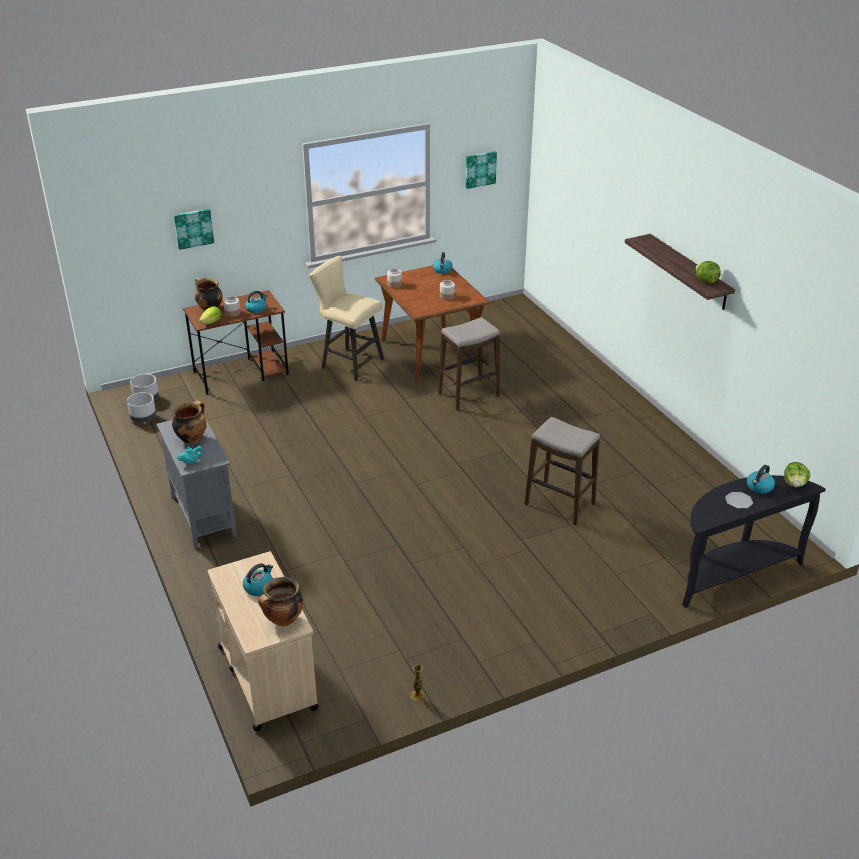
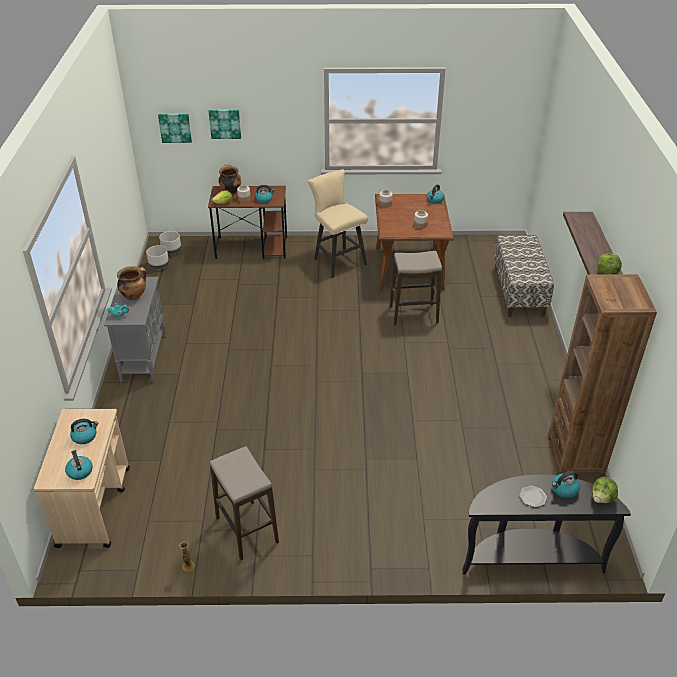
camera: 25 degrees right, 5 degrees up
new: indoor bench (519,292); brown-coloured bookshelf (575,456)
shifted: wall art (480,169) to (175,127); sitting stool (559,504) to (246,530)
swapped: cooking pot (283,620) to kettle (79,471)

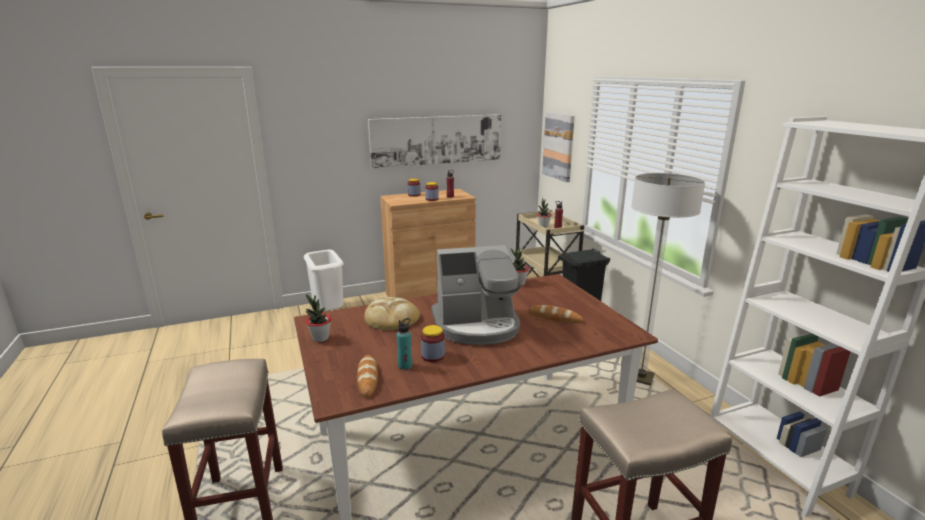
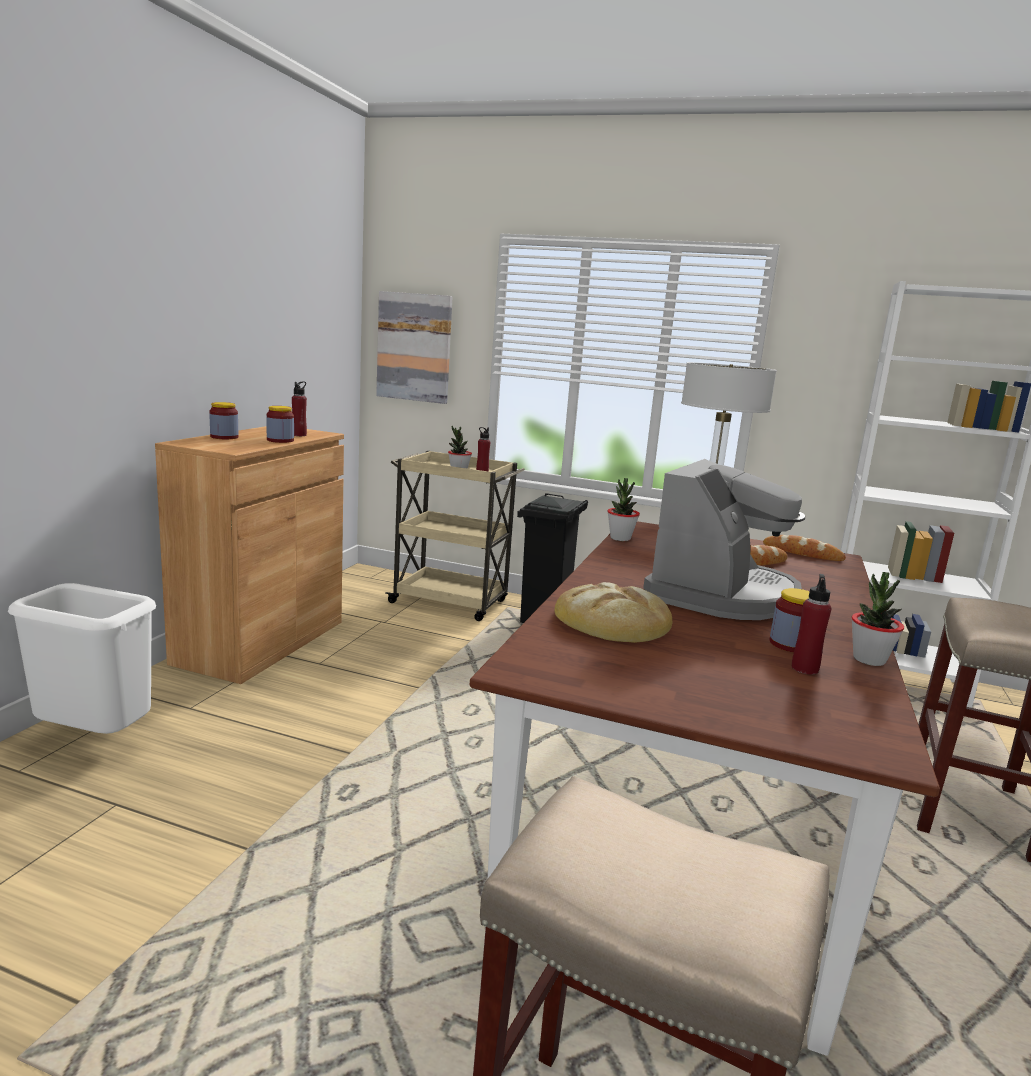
camera: 50 degrees left, 5 degrees down
gone: wall art (437,140)
shifted: baked bread (367,378) to (802,553); houseplant (320,338) to (869,660)
repainted: turquoise-coloured beverage bottle (405,365) to reddish beverage bottle (805,668)

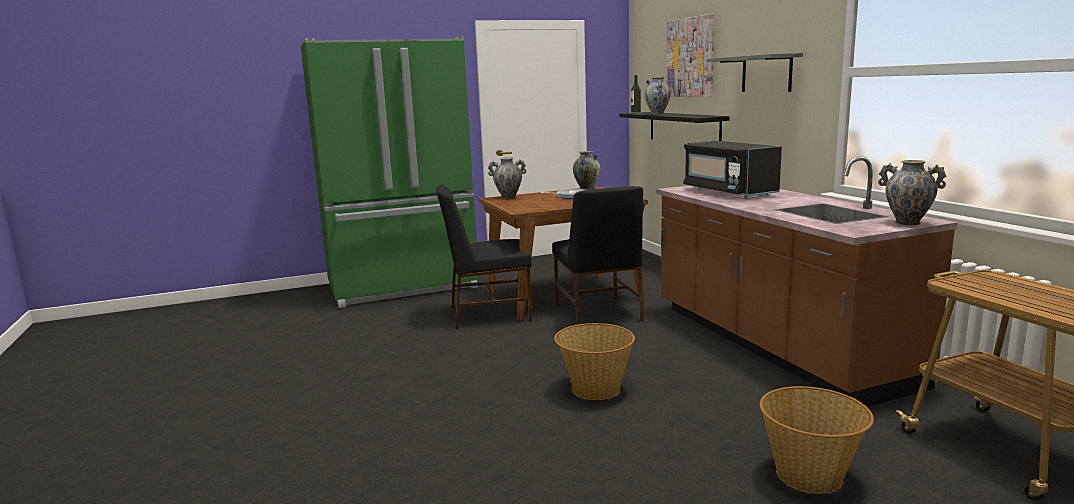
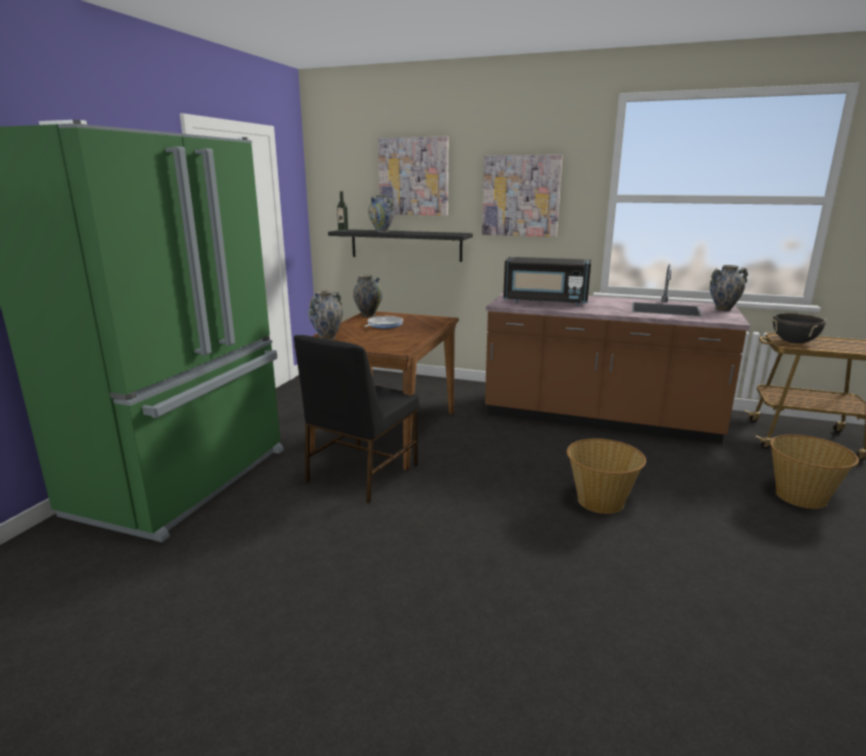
camera: 50 degrees left, 5 degrees up
gone: black-coloured plain chair (597,313)
new: black-coloured cooking pot (793,342)
swapped: gray bracket shelf (766,73) to wall art (521,196)

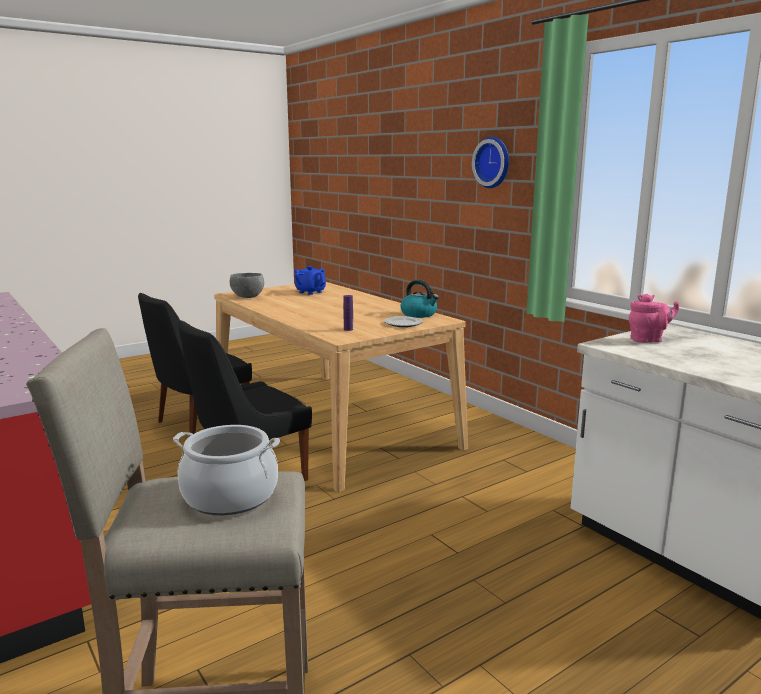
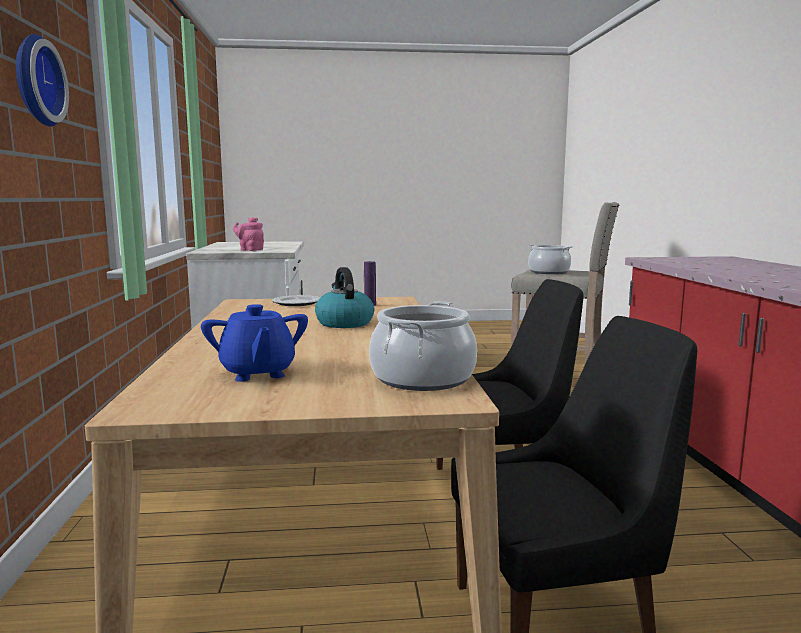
camera: 150 degrees left, 5 degrees down
shifted: kettle (419,314) to (344,323)
swapped: gray serving bowl (248,297) to cooking pot (422,378)

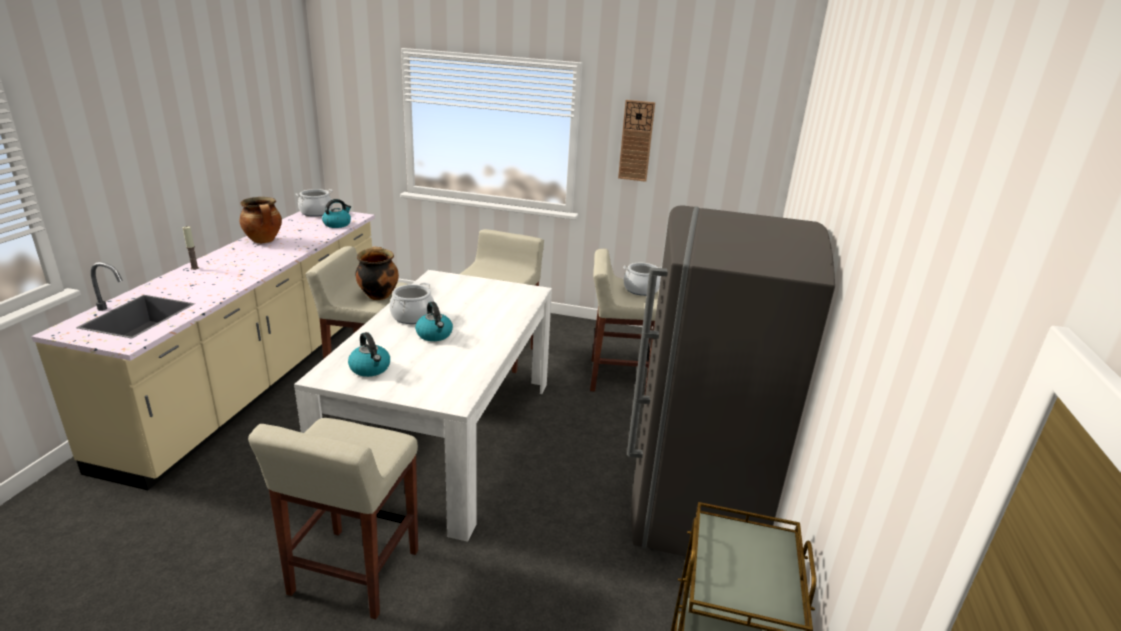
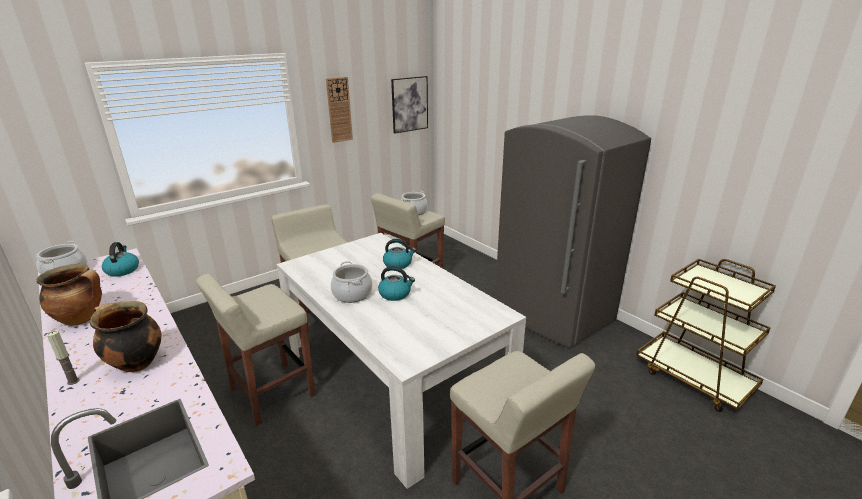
camera: 50 degrees left, 0 degrees up
new: wall art (409,104)
shifted: cooking pot (378,295) to (135,363); kettle (370,369) to (398,264)

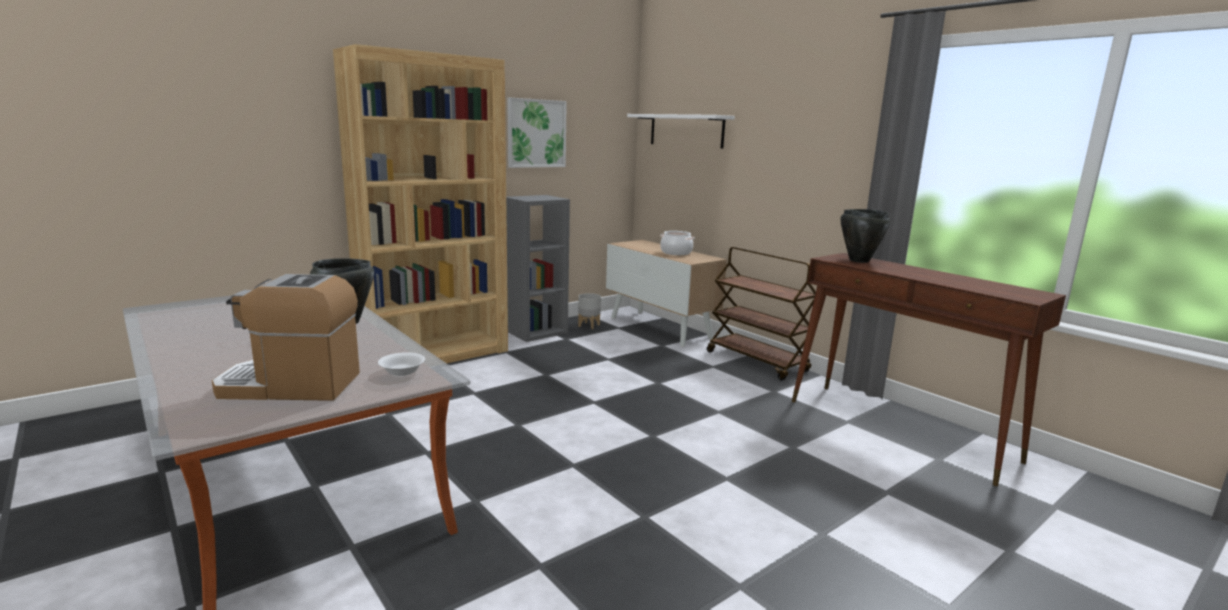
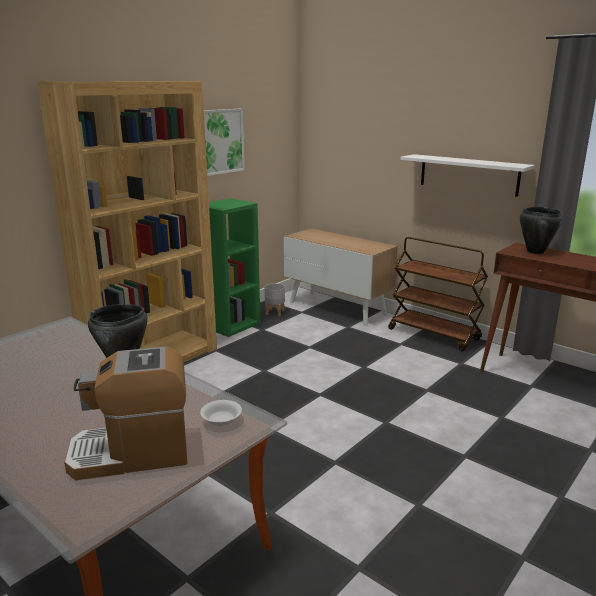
camera: 10 degrees left, 5 degrees up
gone: cooking pot (676,253)
shifted: whitish bracket shelf (686,130) to (468,174)
repainted: gray bookshelf (536,331) to green-coloured bookshelf (231,324)

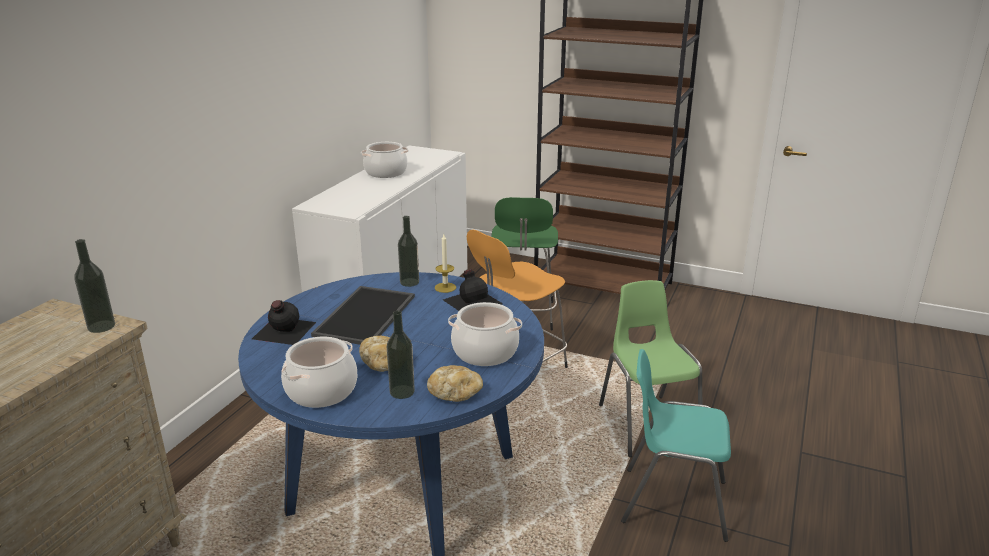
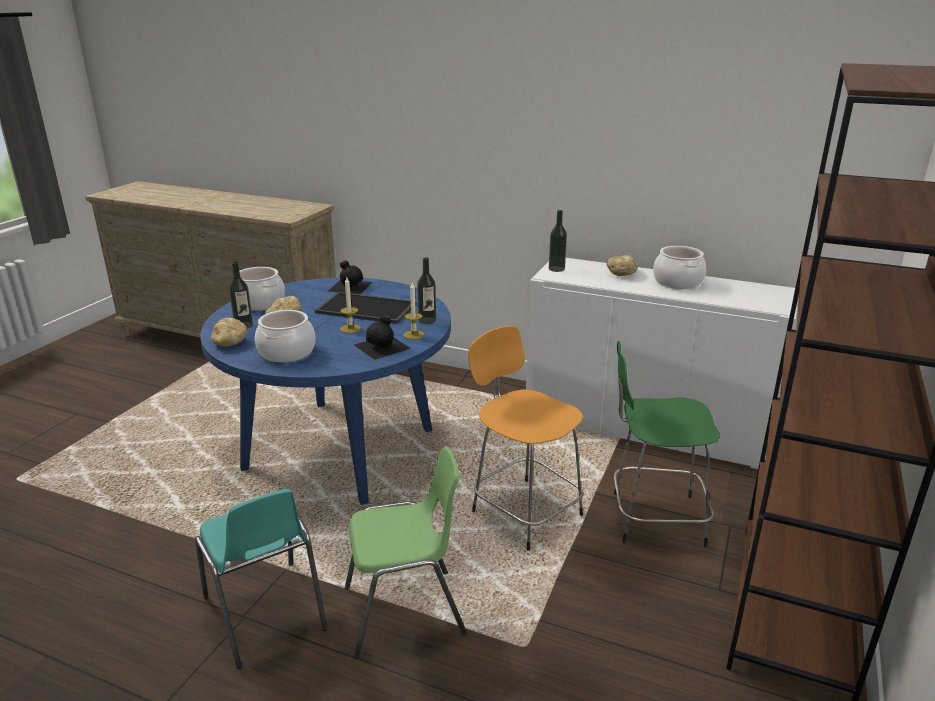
camera: 90 degrees right, 0 degrees up
new: candle (350,328); baked bread (621,273)
shifted: beverage bottle (101,326) to (556,269)
rotated: turquoise-coloured plain chair (673,502) = (265,614) 135 degrees clockwise

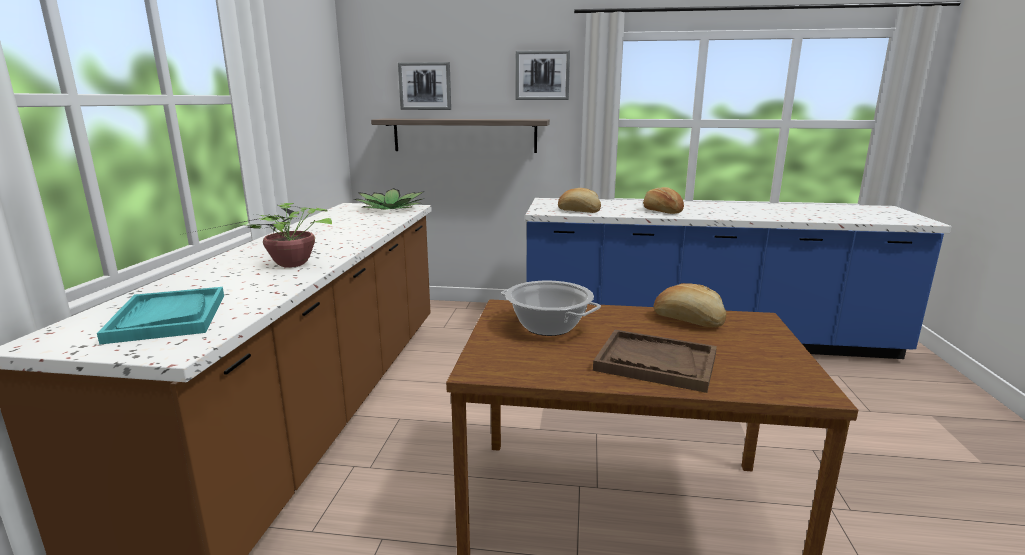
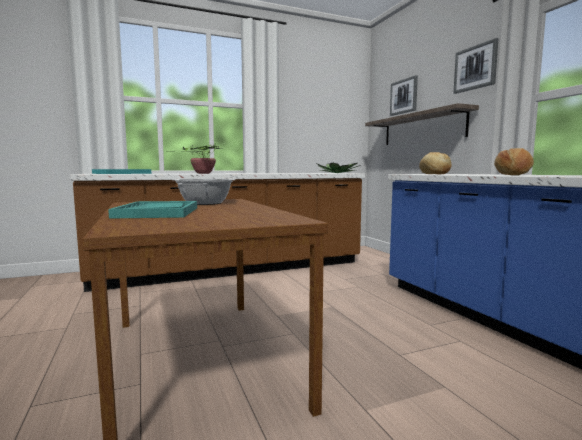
camera: 60 degrees right, 10 degrees down
gone: baked bread (688,321)
repainted: brown-coloured tray (655,363) to turquoise-coloured tray (158,212)

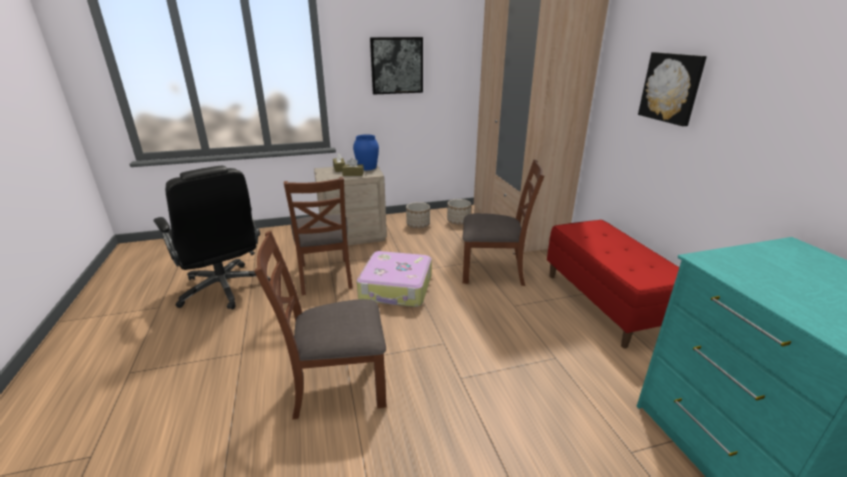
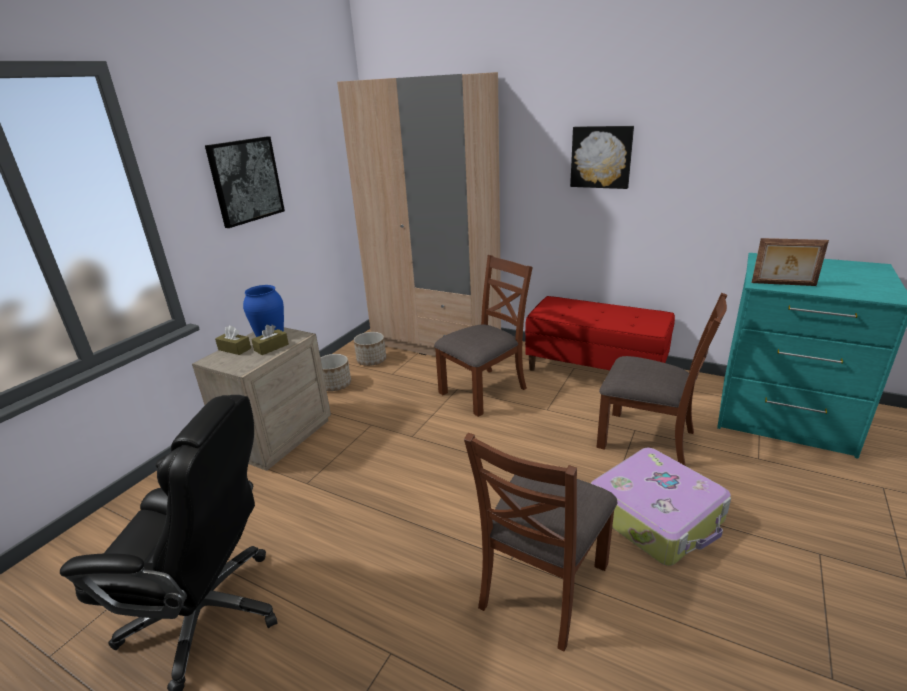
camera: 45 degrees left, 0 degrees up
new: picture frame (783,284)
shifted: piece of luggage (396,288) to (656,516); brown-coloured plain chair (325,276) to (647,438)

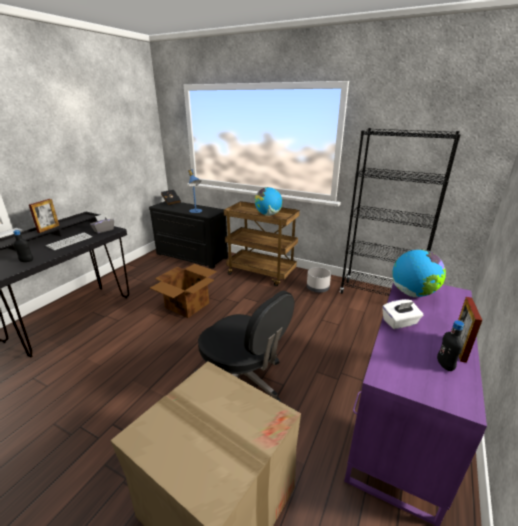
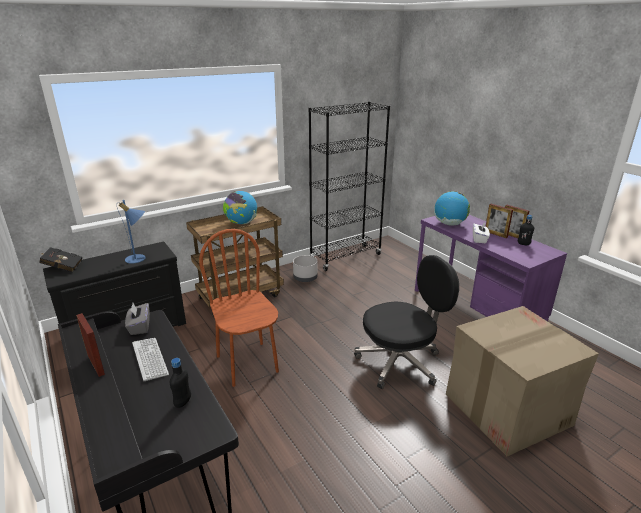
camera: 60 degrees left, 0 degrees up
new: picture frame (496,234)
swapped: packing box (188,305) to brown-coloured plain chair (247,363)

